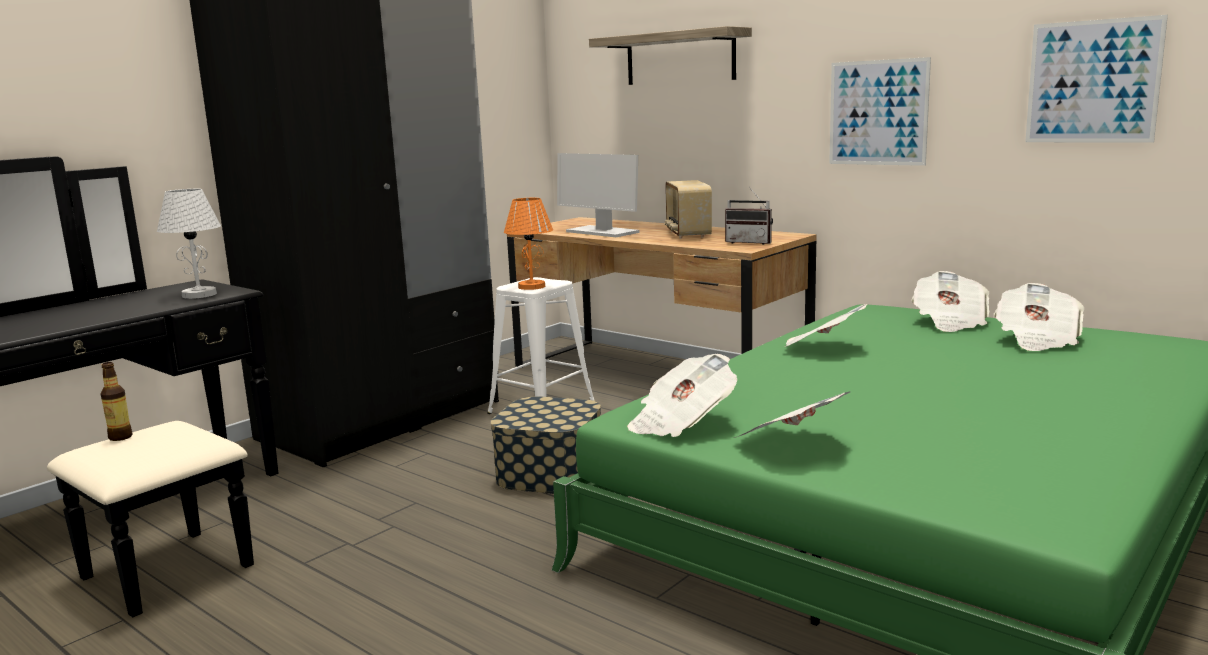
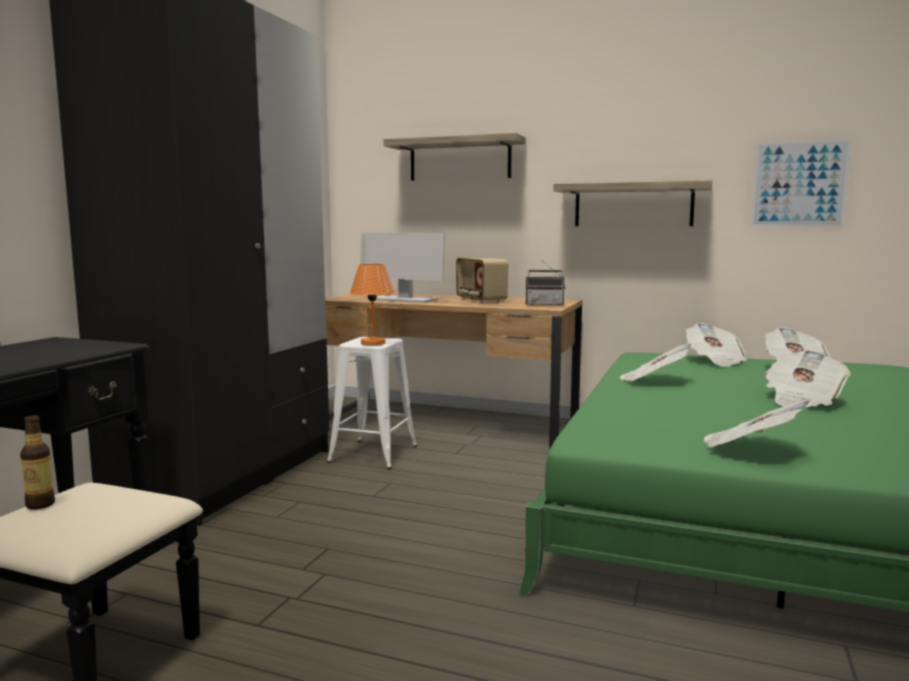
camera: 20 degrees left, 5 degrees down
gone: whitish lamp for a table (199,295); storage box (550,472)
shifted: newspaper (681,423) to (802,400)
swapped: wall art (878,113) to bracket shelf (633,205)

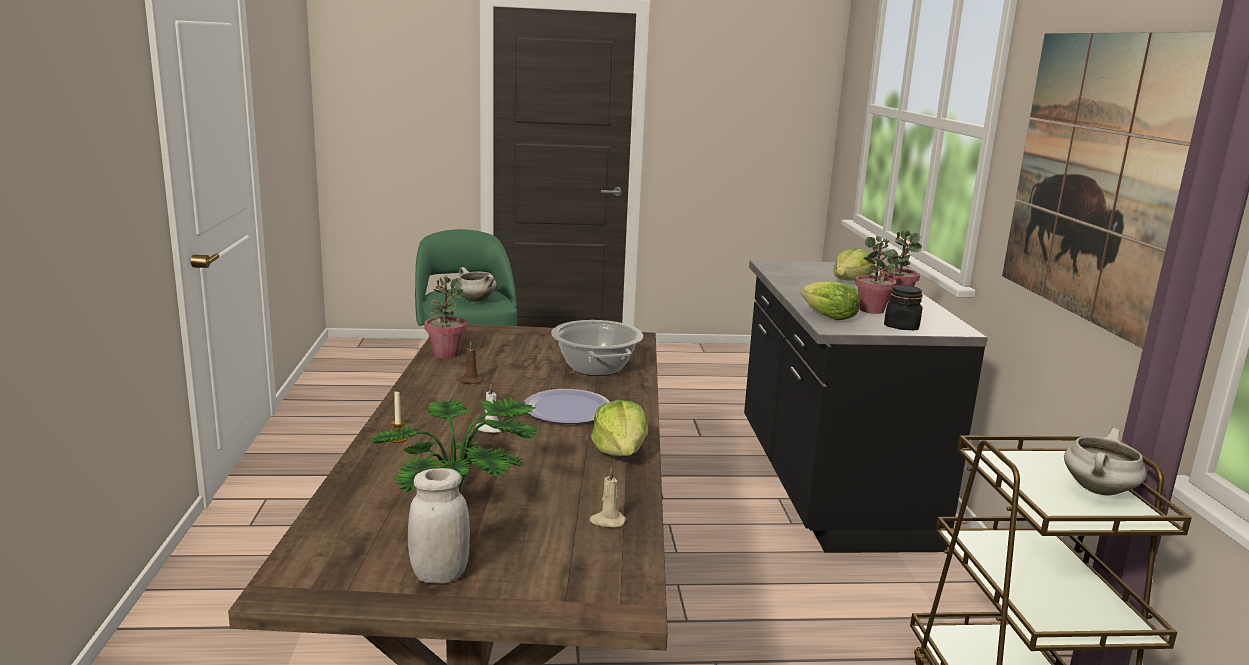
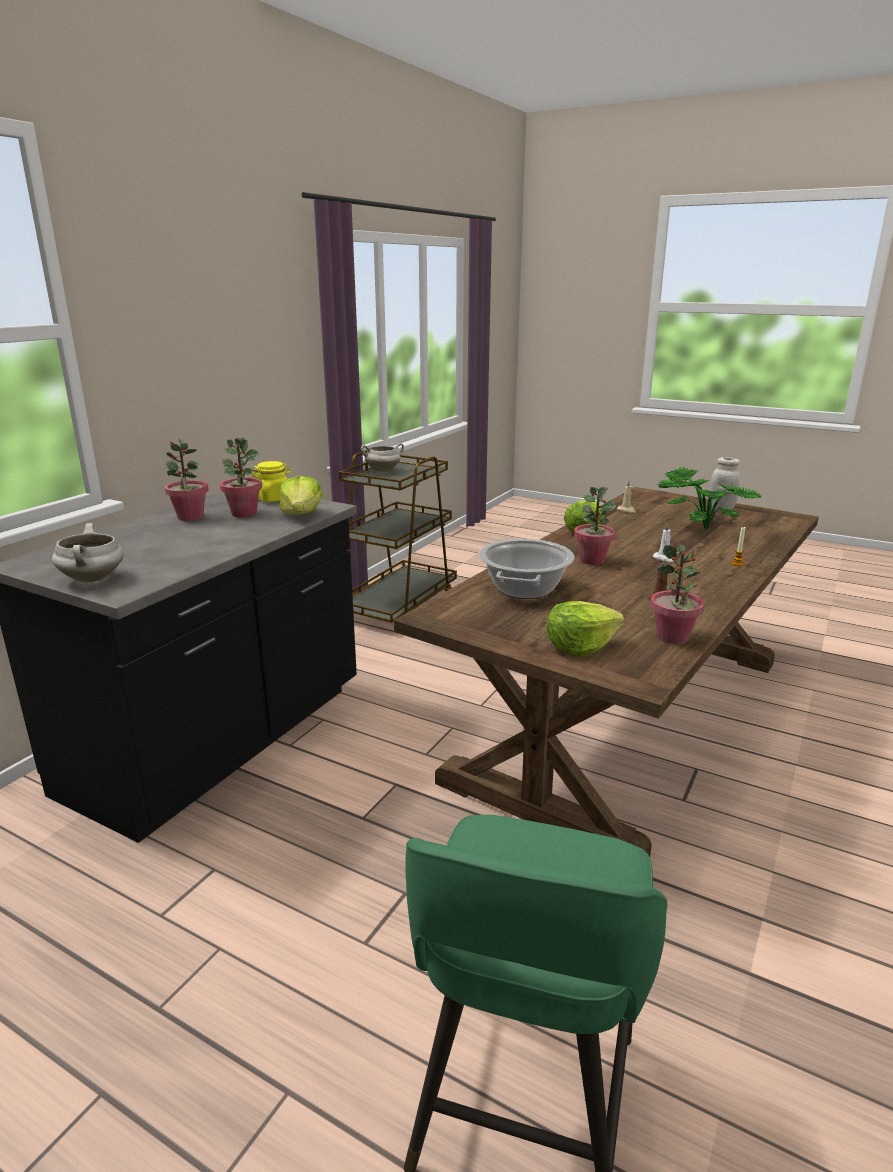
camera: 145 degrees left, 5 degrees up
gone: wall art (1096,177)
shifted: whitish cooking pot (475,300) to (93,579); head of lettuce (850,281) to (580,646)
swapped: flat dish (567,409) to houseplant (592,560)
repainted: black-coloured storage jar (901,327) to yellowish storage jar (273,499)

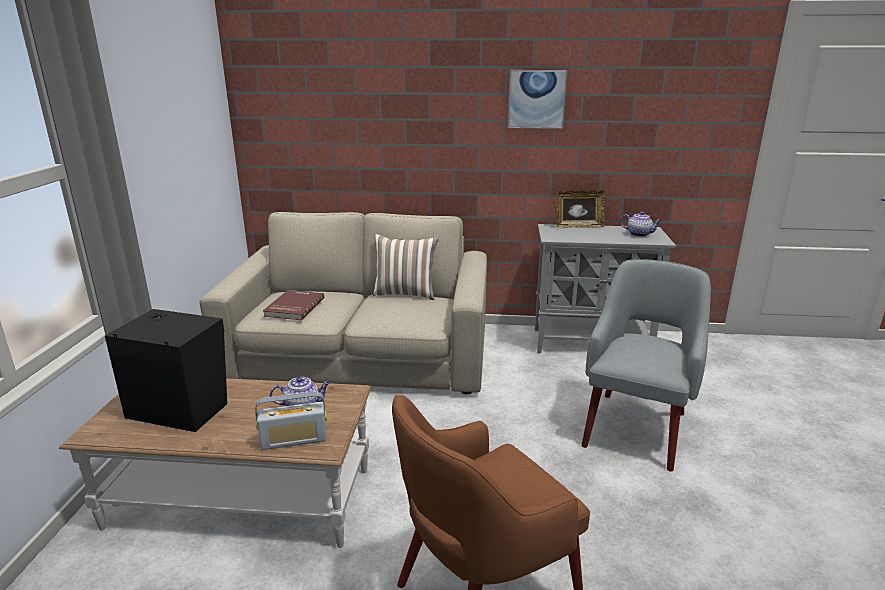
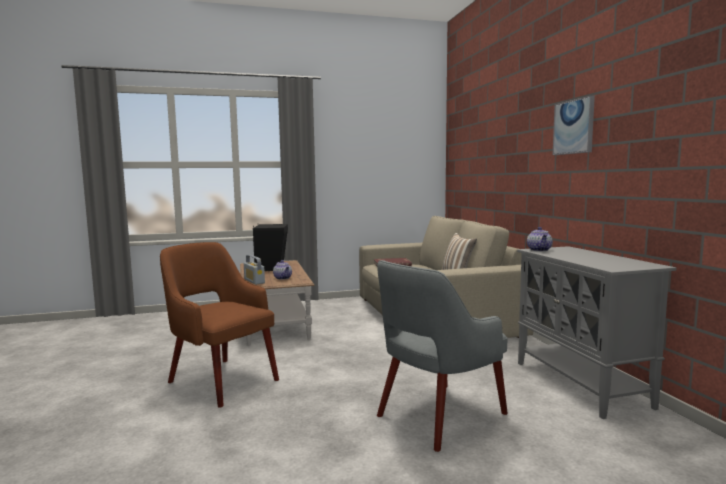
camera: 70 degrees right, 15 degrees down
gone: picture frame (578,227)
shifted: tea pot (639,234) to (539,250)
rotated: gray easy chair (636,427) = (438,415) 135 degrees clockwise

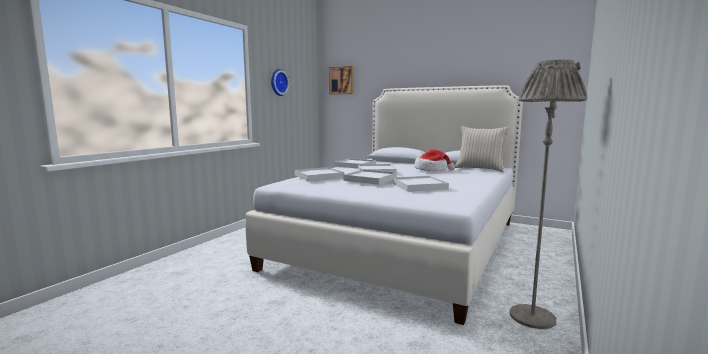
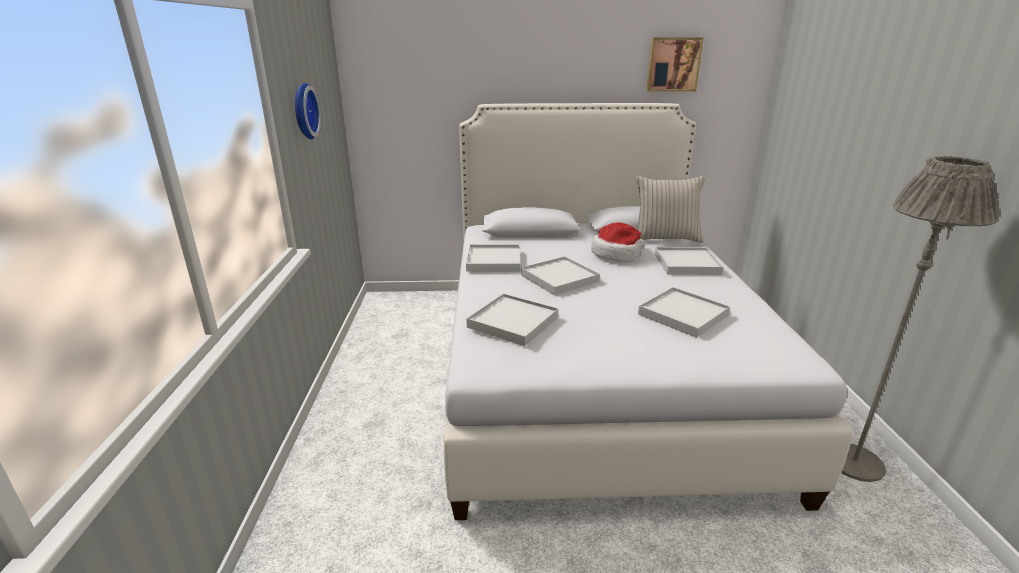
camera: 30 degrees left, 15 degrees up
shifted: wall art (341,80) to (673,64); whitish tray (370,179) to (686,264)

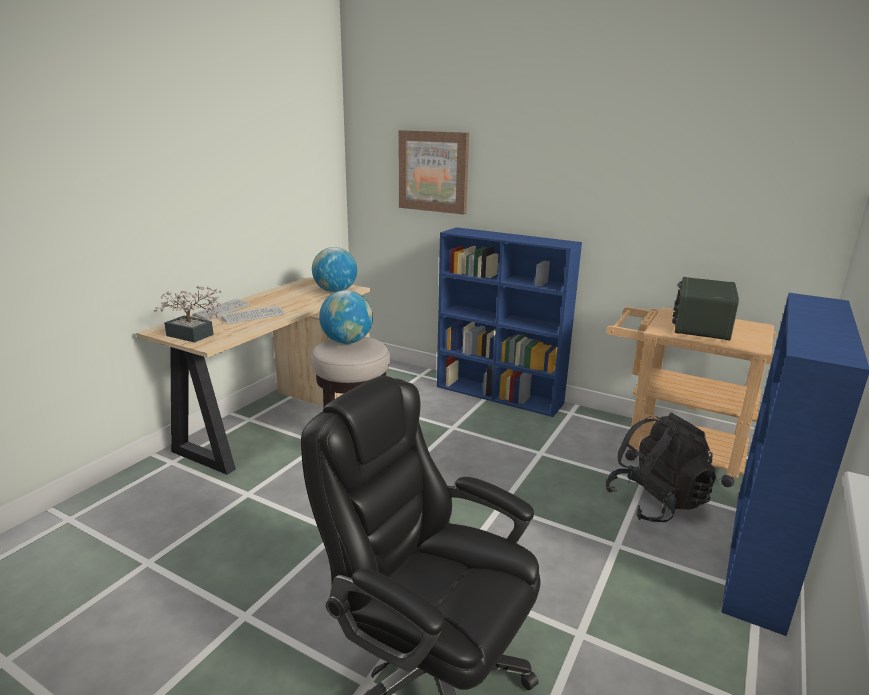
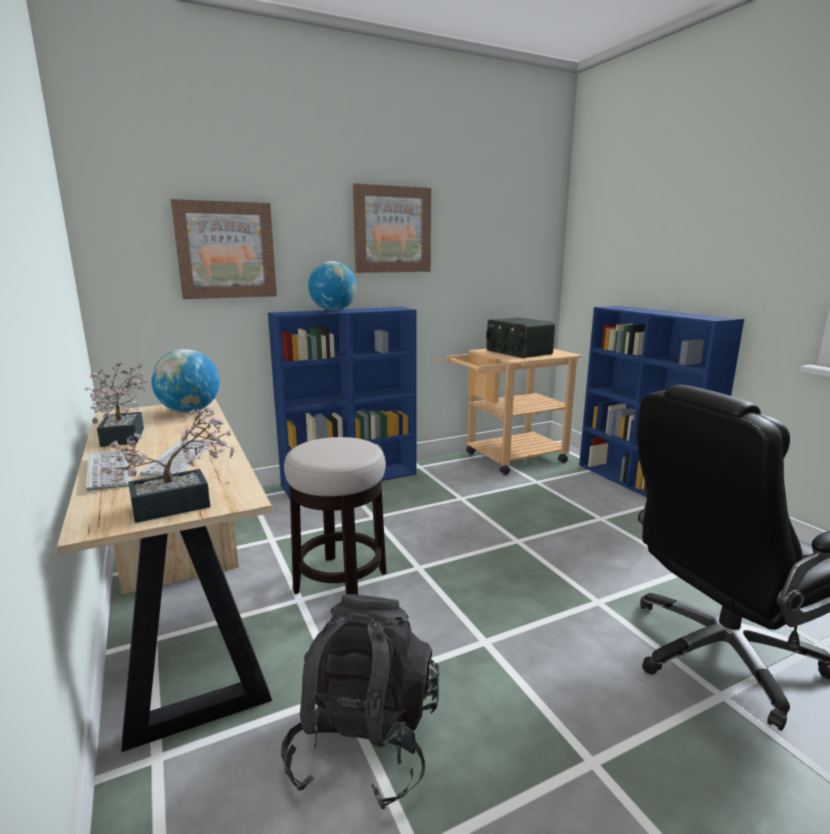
camera: 55 degrees left, 5 degrees down
new: houseplant (125,435); wall art (392,230)
shifted: black-coloured backpack (656,502) to (364,743); world globe (347,342) to (333,310)

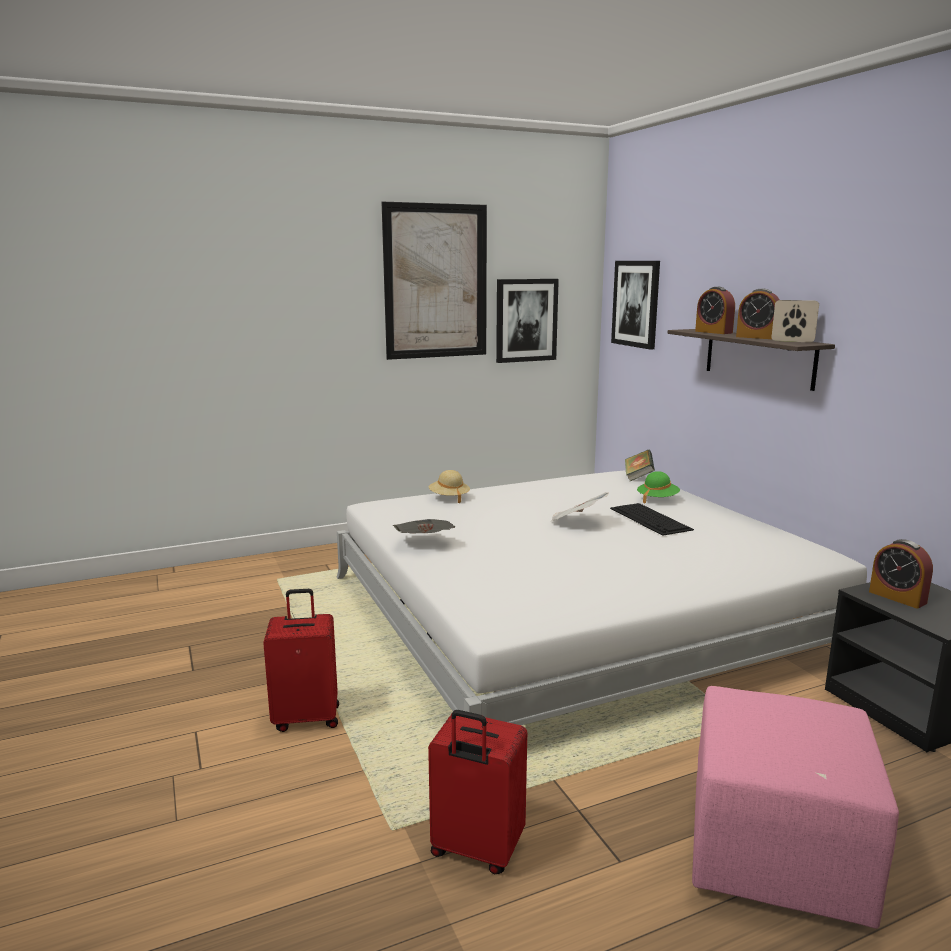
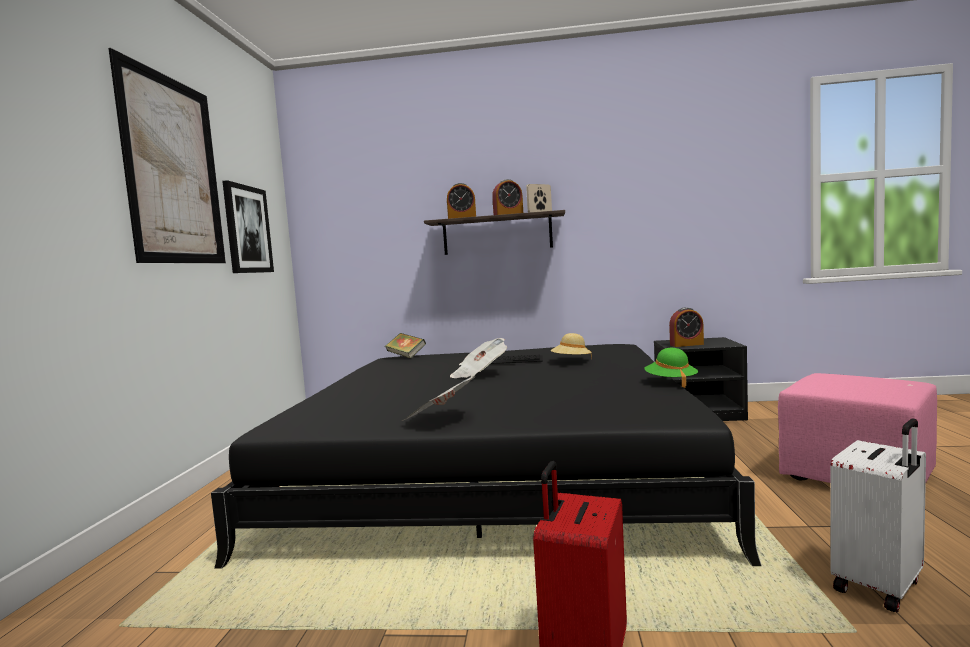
camera: 60 degrees left, 10 degrees down
gone: wall art (636,303)
shifted: sand-coloured clothing hat (449,498) to (571,361); green-coloured clothing hat (657,499) to (670,382)
repainted: whitish bedroom bed (573,615) to black-coloured bedroom bed (495,463); reddish piece of luggage (476,850) to whitish piece of luggage (880,586)

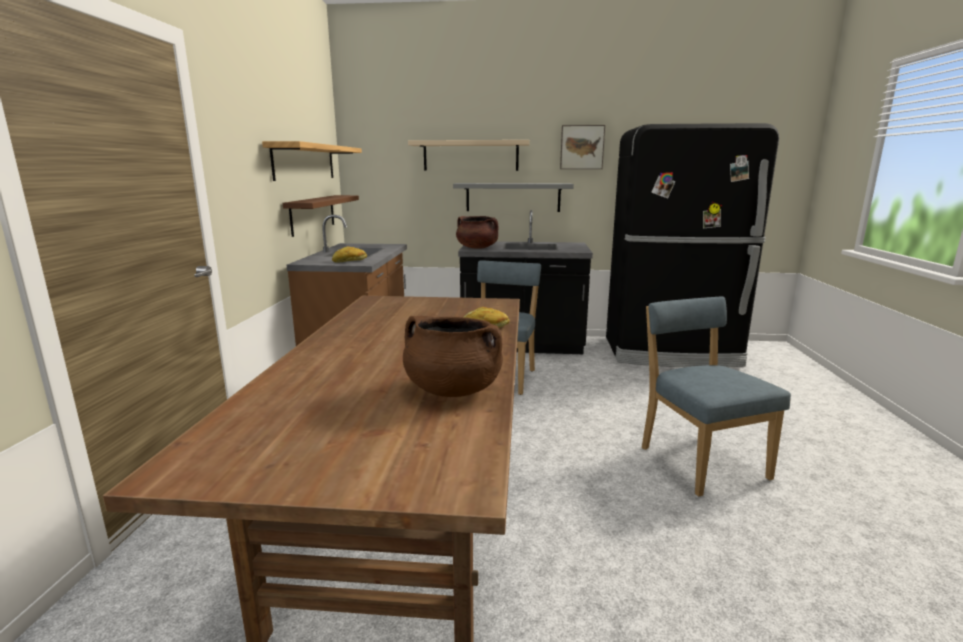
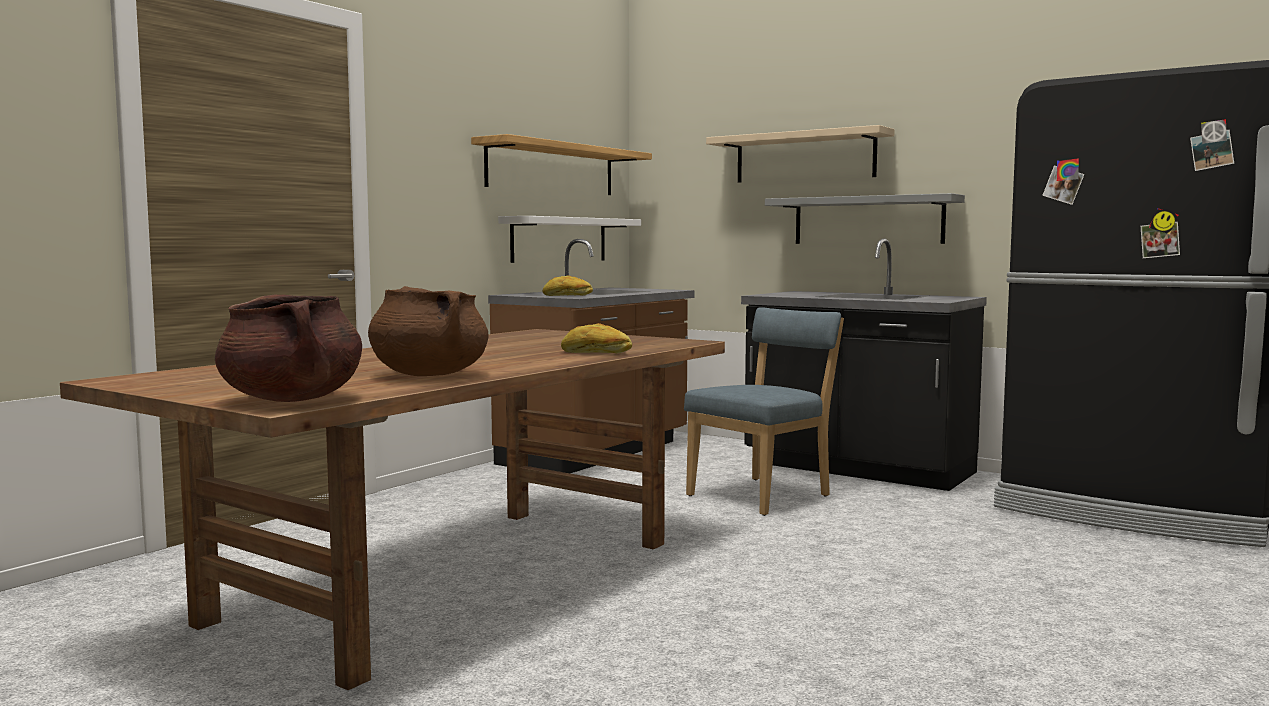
camera: 30 degrees right, 10 degrees down
gone: wall art (582,147); blue plain chair (699,460)
shifted: brown-coloured cooking pot (477,248) to (292,400)
repainted: brown-coloured bracket shelf (313,214) to whitish bracket shelf (559,239)

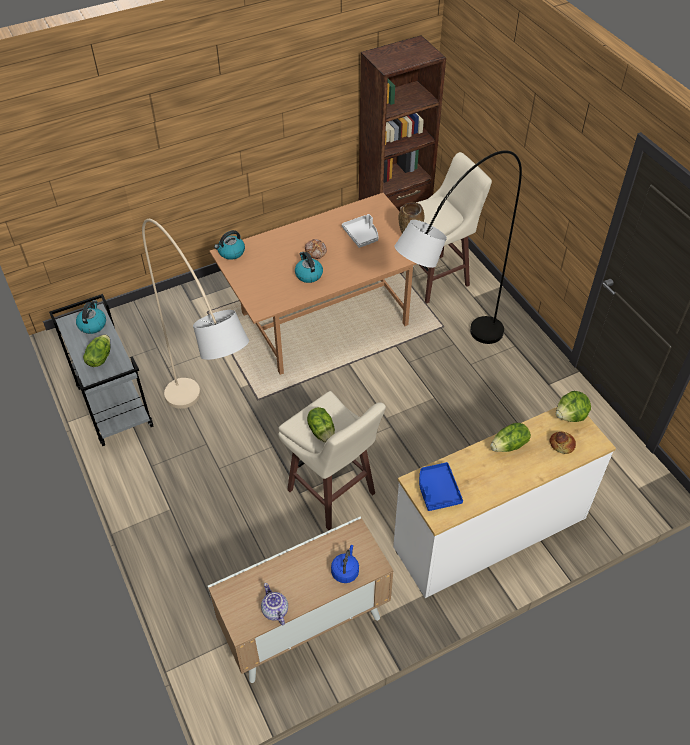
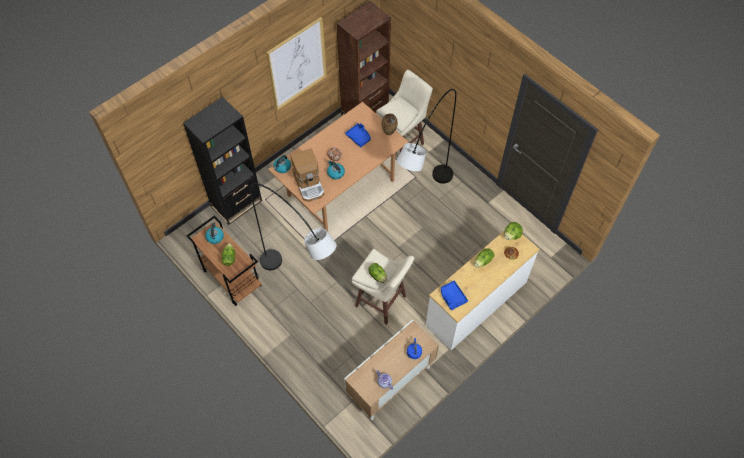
camera: 15 degrees left, 10 degrees up
new: black-coloured bookshelf (236,203); wall art (297,64); coffee brewer (309,184)
repainted: gray wheeled cart (113,406) to brown-coloured wheeled cart (231,278); sand-coloured floor lamp (215,439) to black-coloured floor lamp (301,285); whitish tray (361,235) to blue tray (359,137)

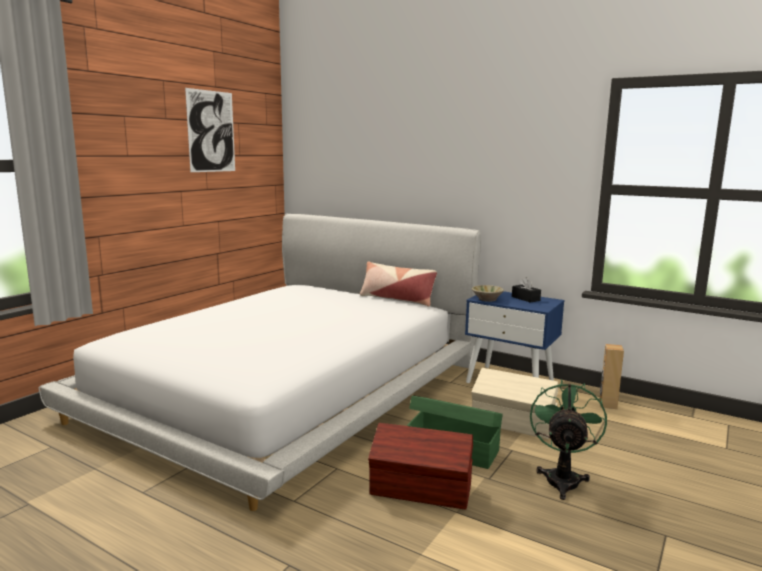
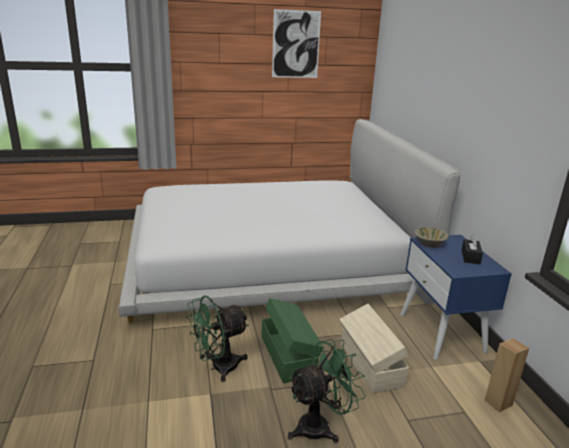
camera: 45 degrees right, 10 degrees up
gone: cushion (397,299)
swapped: brown-coloured storage box (421,490) to green-coloured electric fan (218,367)

